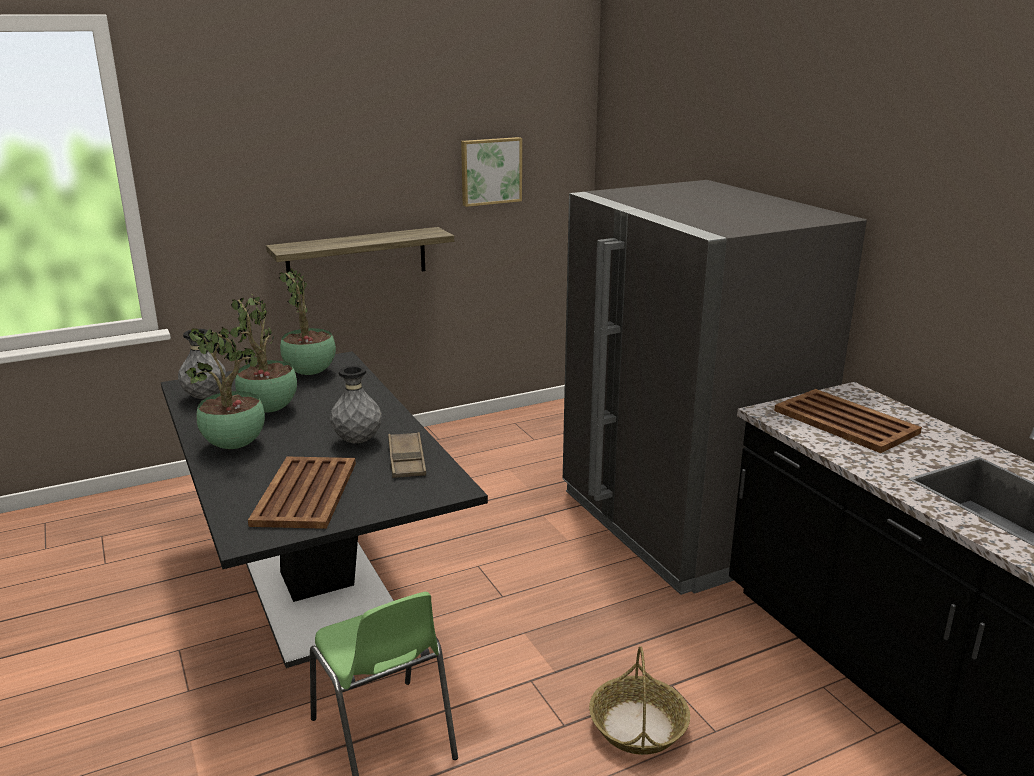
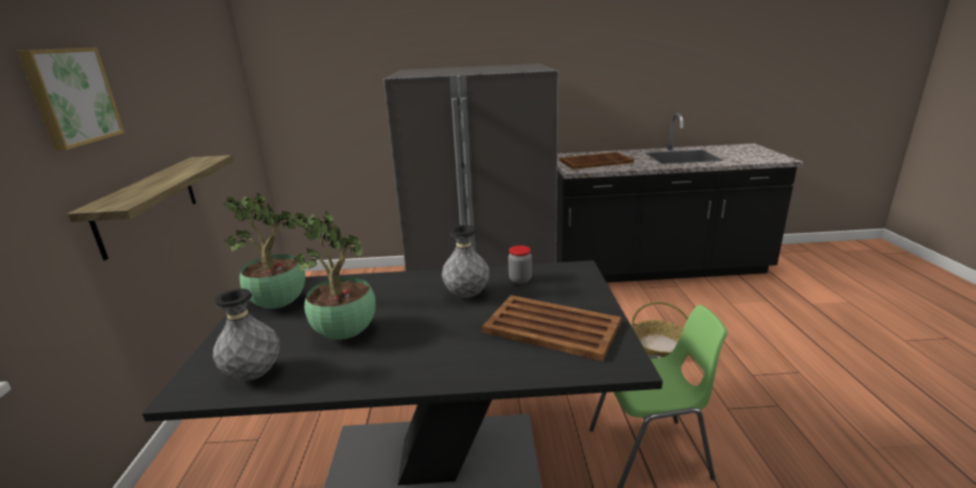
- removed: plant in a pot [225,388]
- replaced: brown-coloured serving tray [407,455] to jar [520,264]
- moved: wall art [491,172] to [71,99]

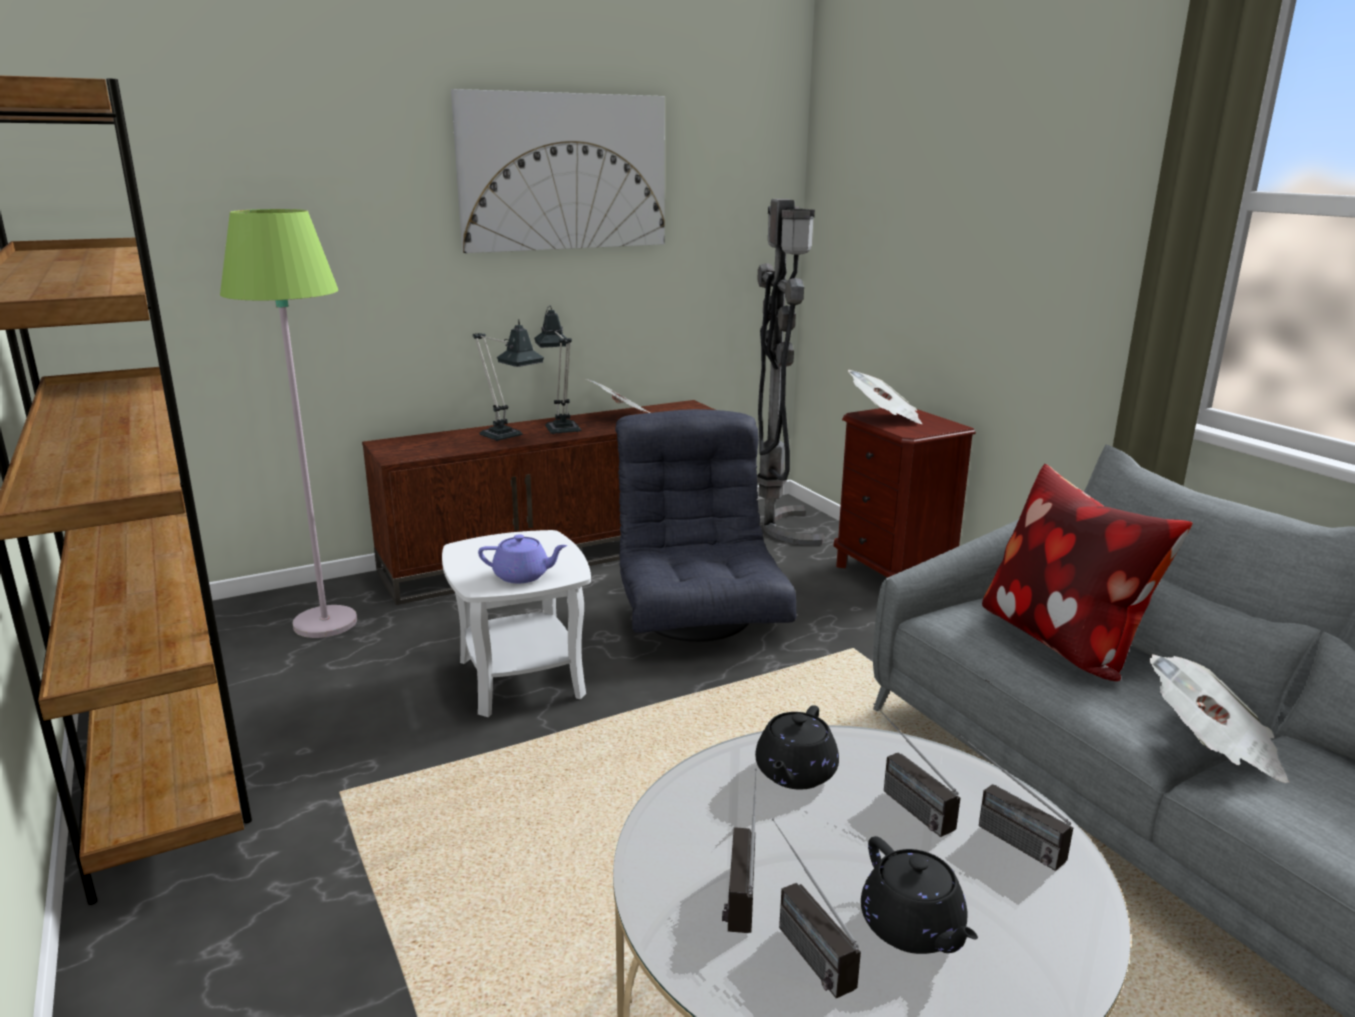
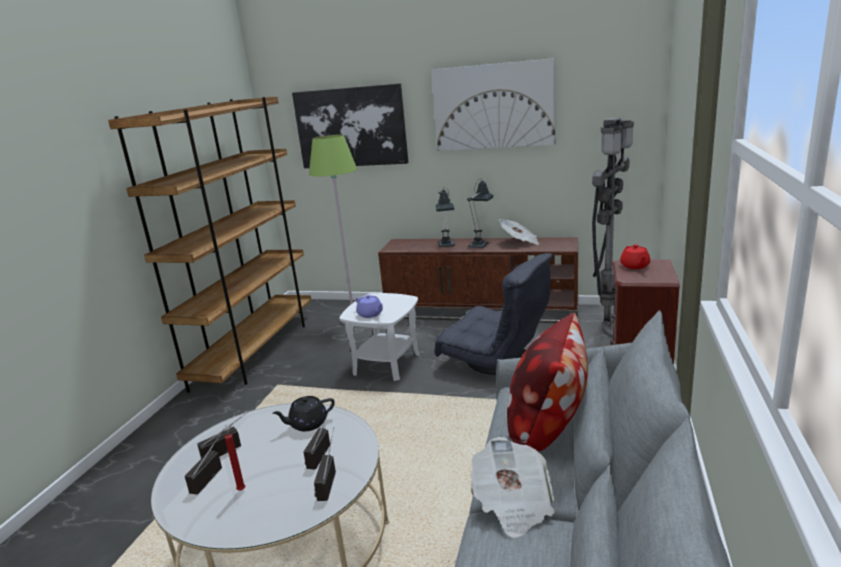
- turned: gray easy chair [705,525] = [494,314] 90 degrees clockwise
- replaced: newspaper [885,397] to red-coloured pot for tea [635,256]
- replaced: black-coloured pot for tea [919,895] to red-coloured wax light [235,458]
- added: wall art [350,125]

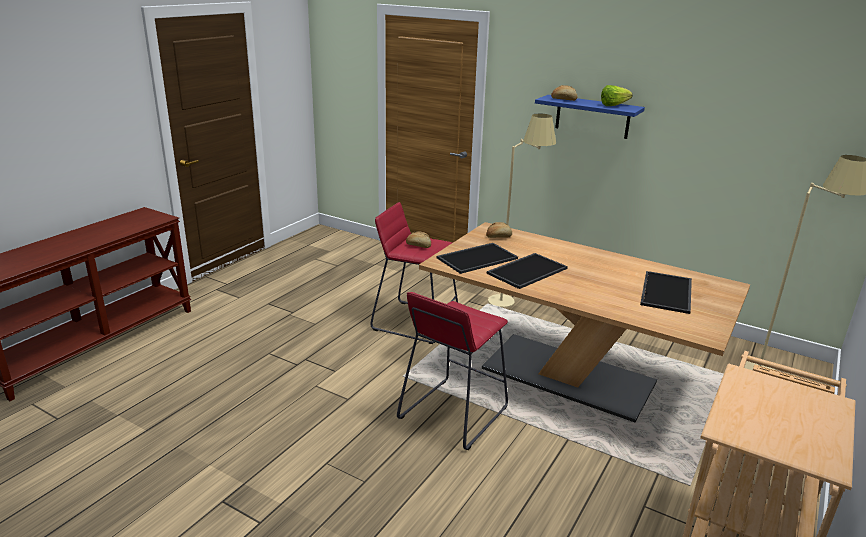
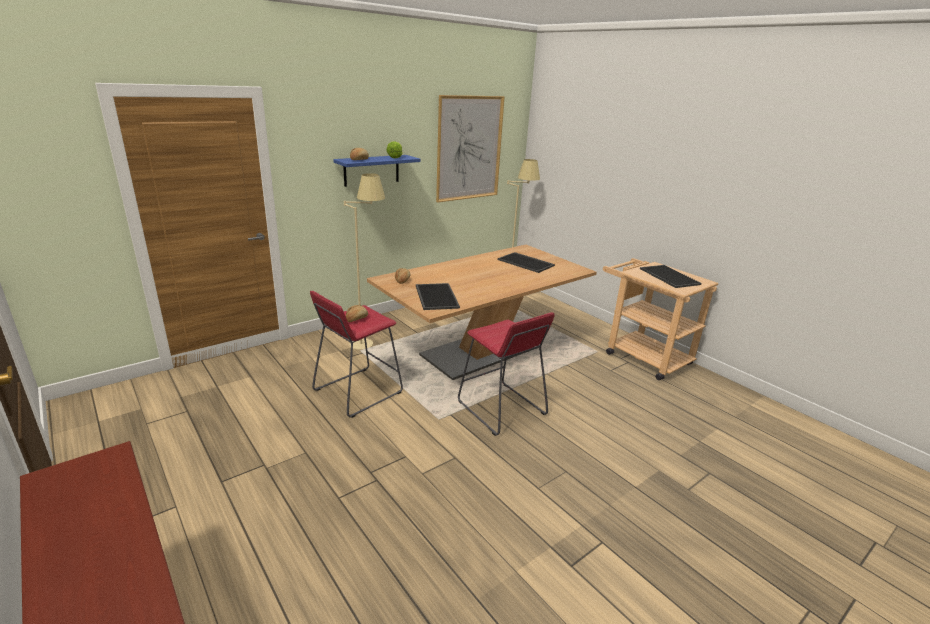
- moved: serving tray [527,271] to [670,276]
- added: wall art [470,148]

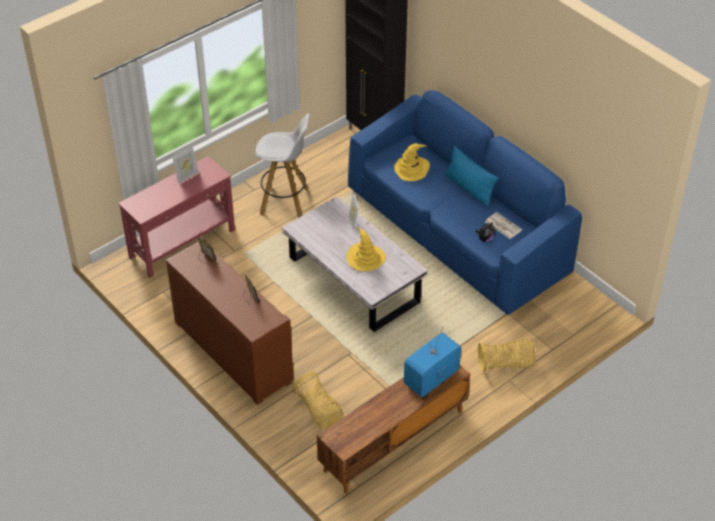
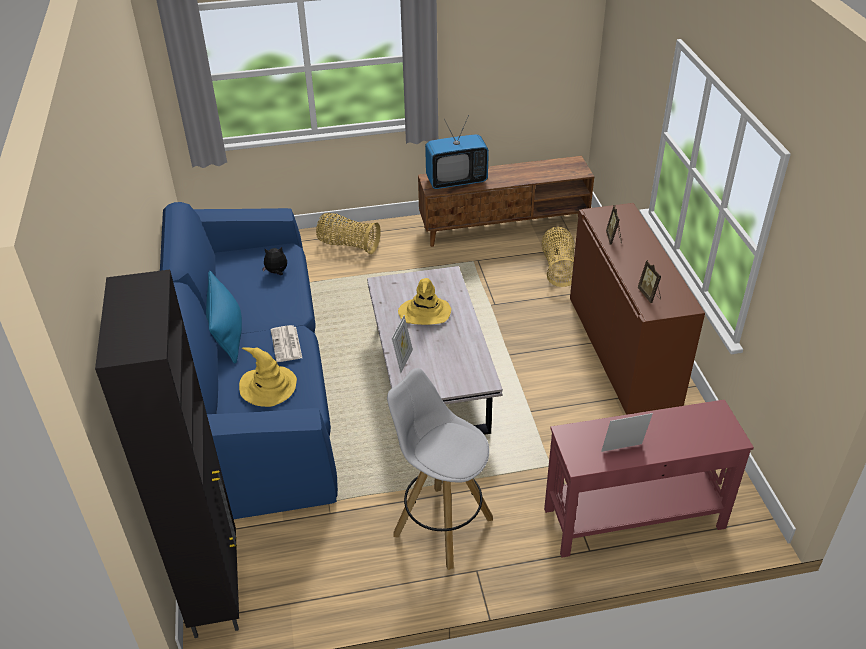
- moved: newspaper [503,225] to [286,343]

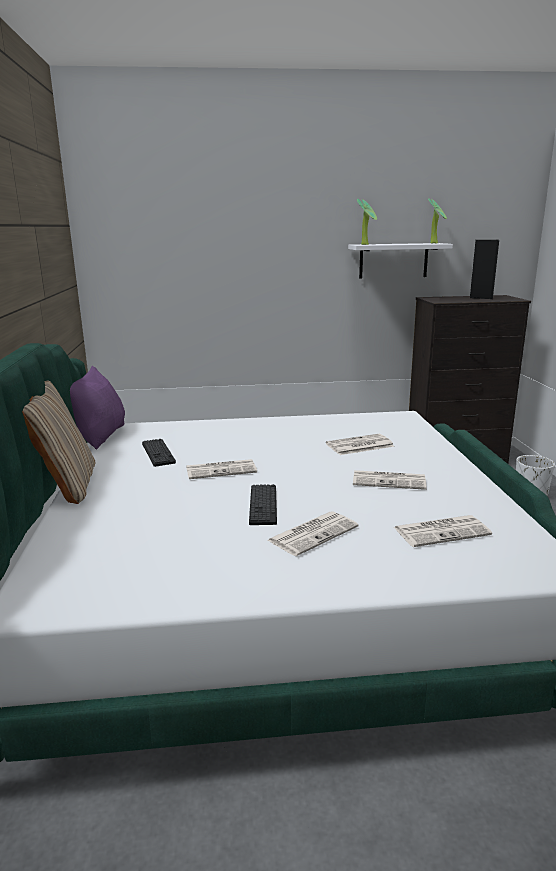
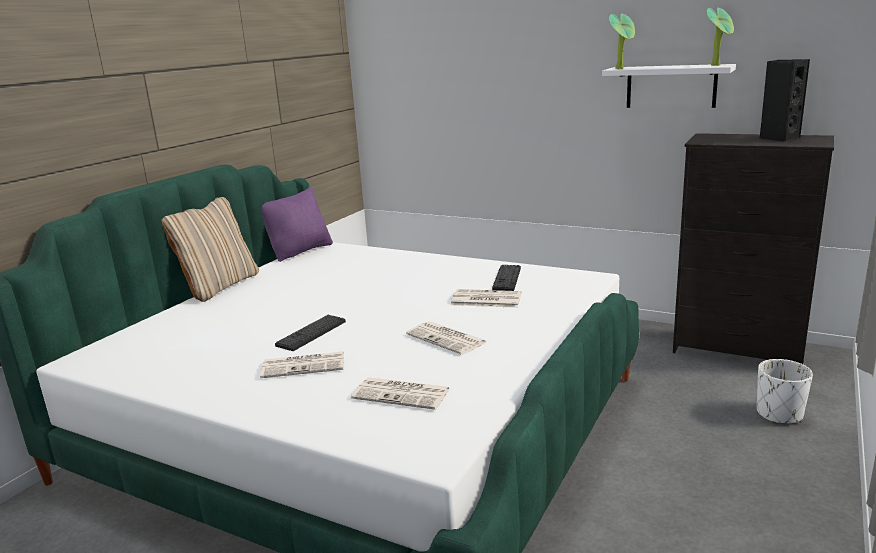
- moved: PC keyboard [159,453] to [506,278]
- removed: newspaper [221,469]

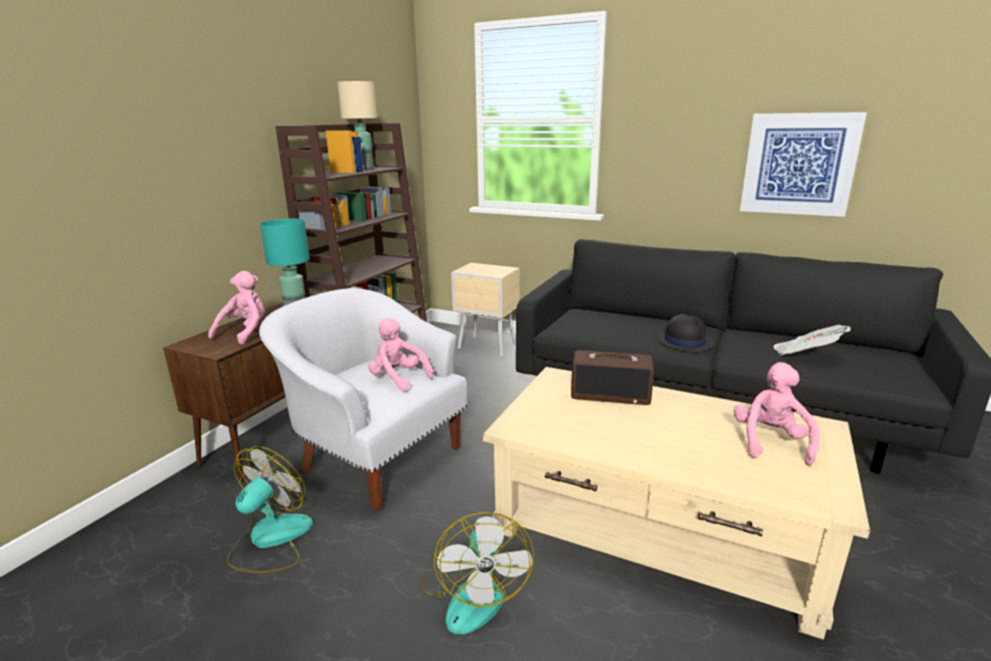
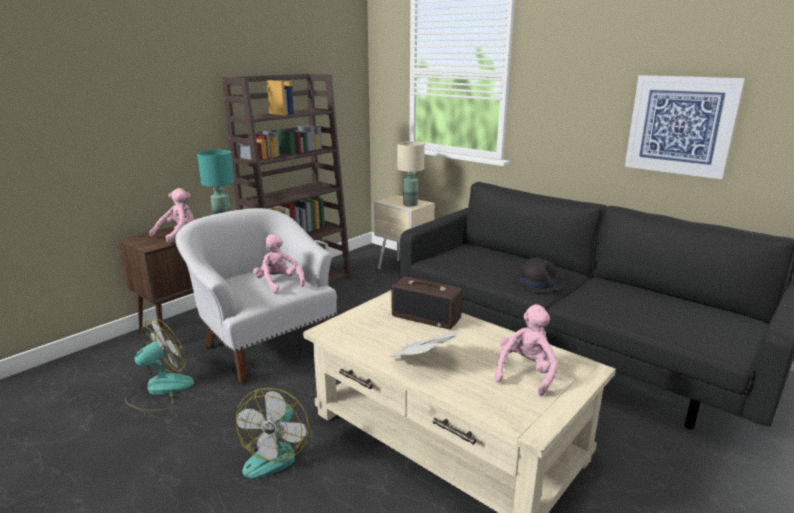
- moved: beige lamp for a table [357,125] to [411,174]
- moved: newspaper [812,340] to [425,344]

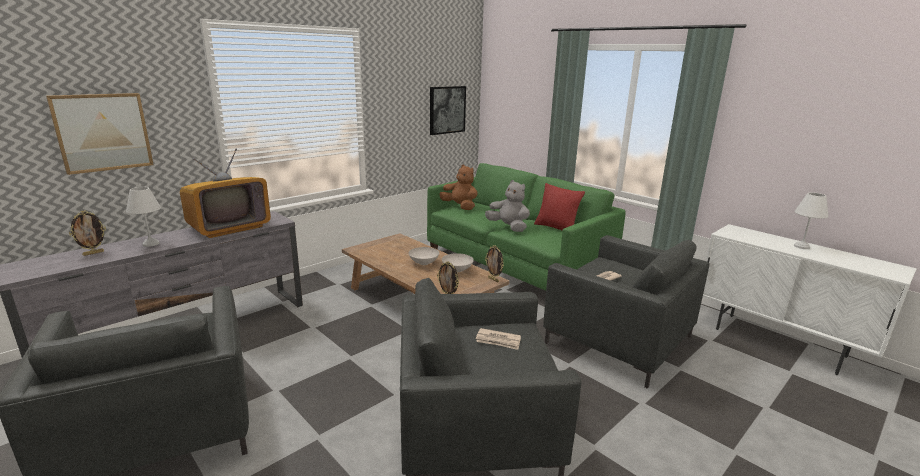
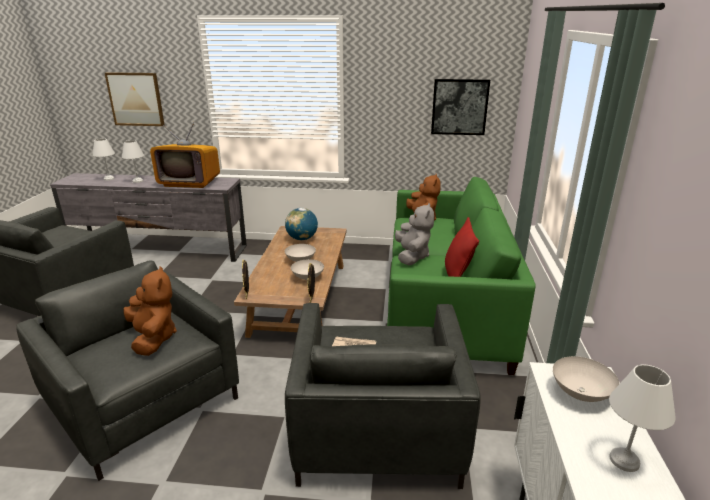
- replaced: standing frame [87,233] to white-coloured lamp for a table [103,159]
- replaced: newspaper [498,338] to brown-coloured plush toy [150,311]
- added: globe [301,224]
- added: white-coloured bowl [586,379]

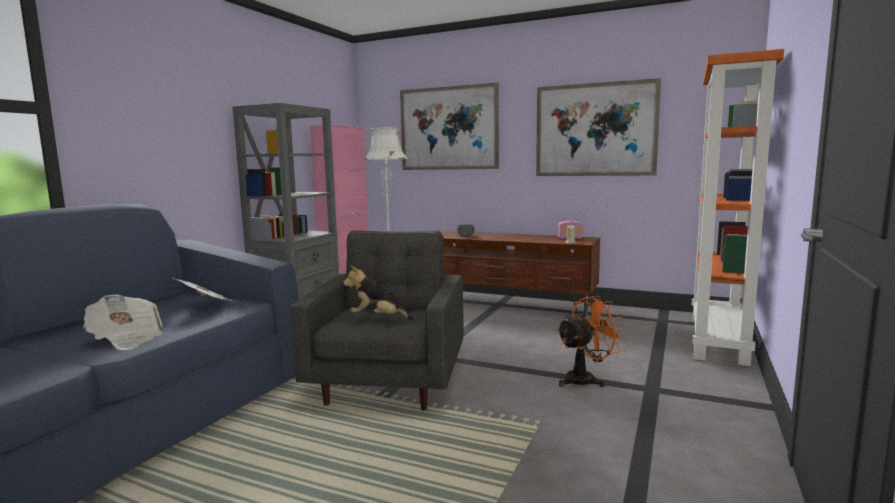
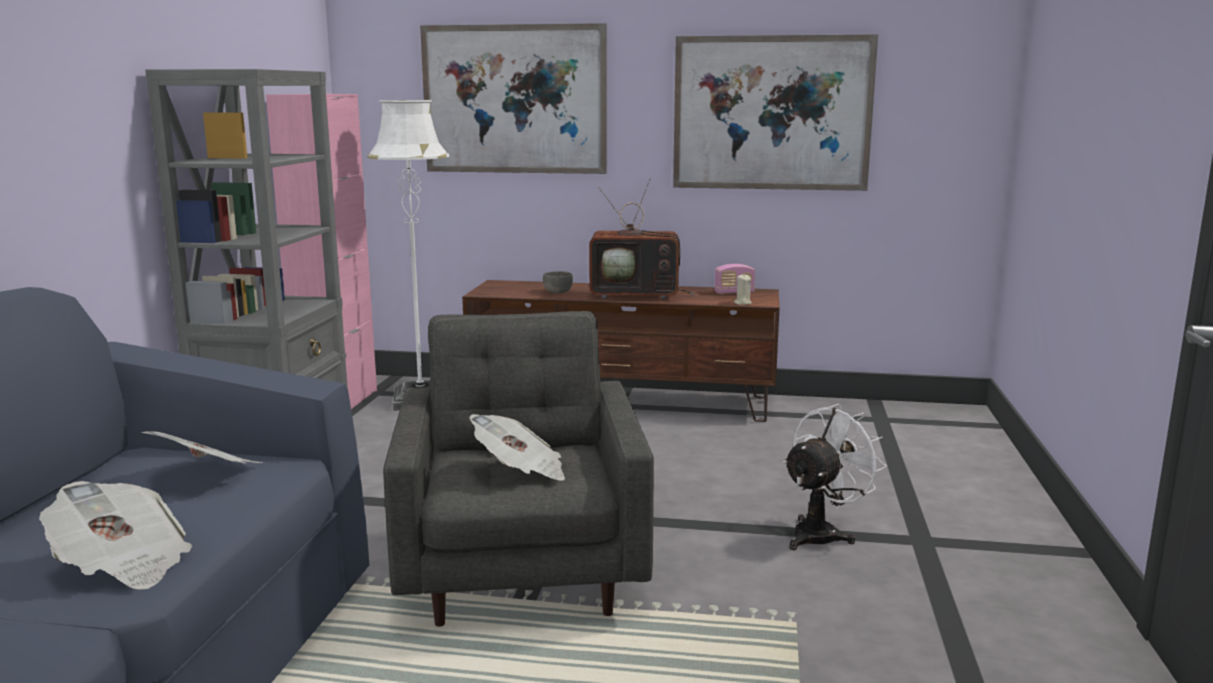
- replaced: plush toy [379,292] to newspaper [517,447]
- recoloured: orange fan [590,341] to white-coloured fan [835,477]
- removed: orange bookshelf [738,207]
- added: TV set [642,239]

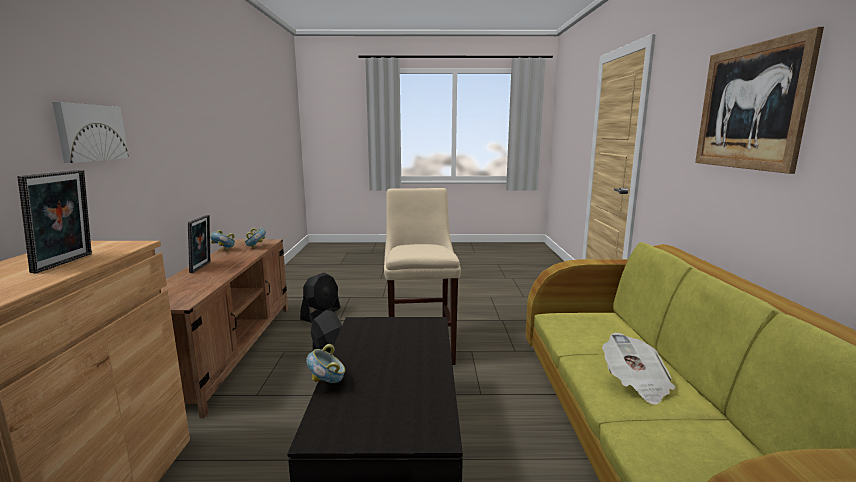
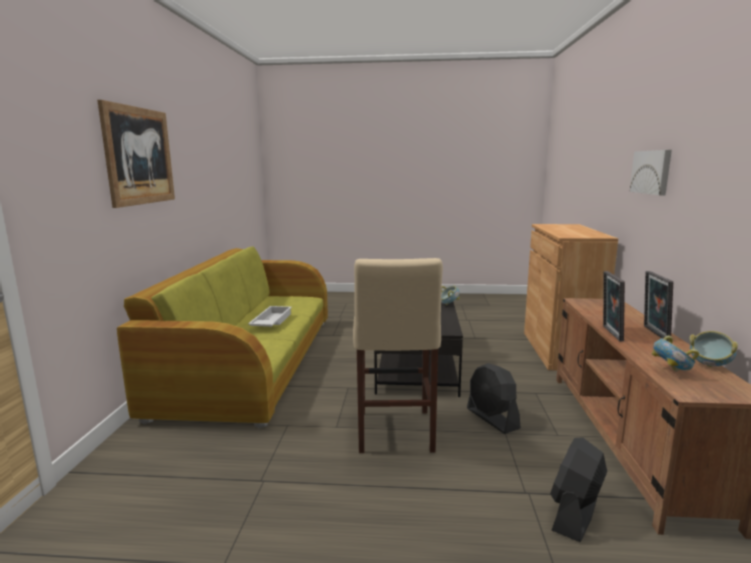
- moved: standing frame [54,221] to [614,306]
- replaced: newspaper [639,369] to white-coloured serving tray [270,316]

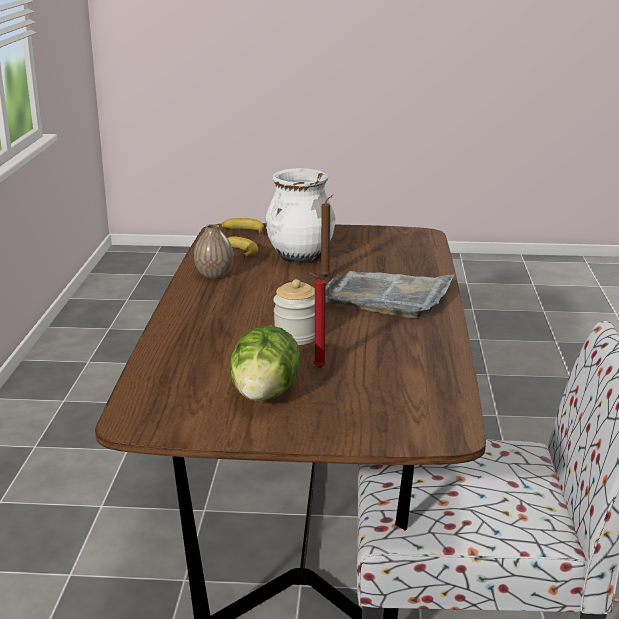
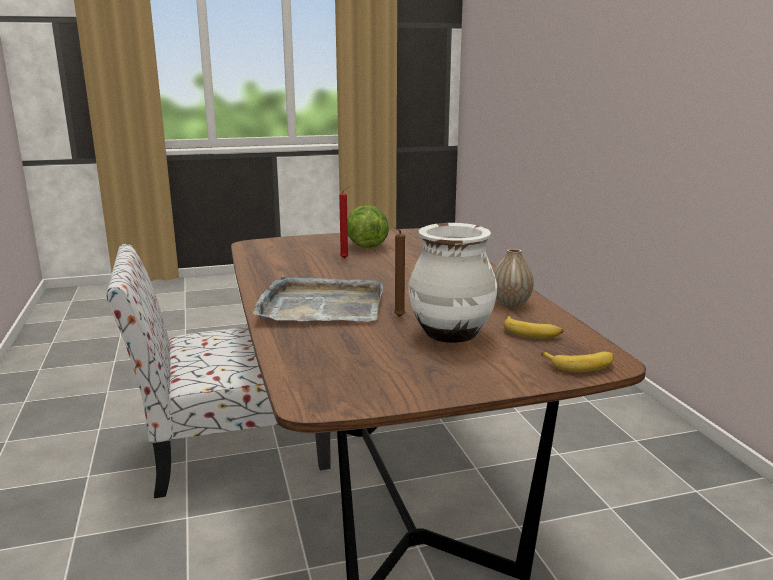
- removed: jar [294,312]

